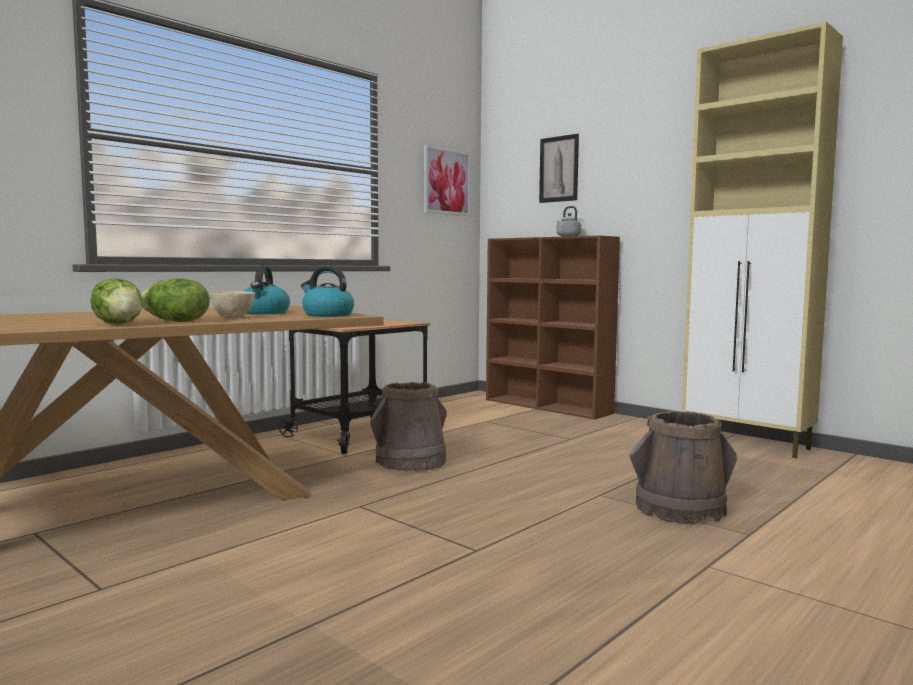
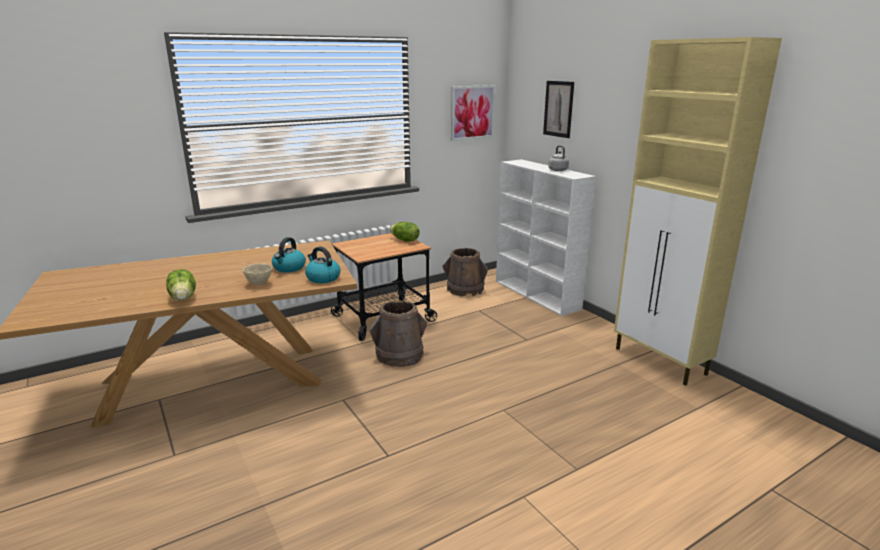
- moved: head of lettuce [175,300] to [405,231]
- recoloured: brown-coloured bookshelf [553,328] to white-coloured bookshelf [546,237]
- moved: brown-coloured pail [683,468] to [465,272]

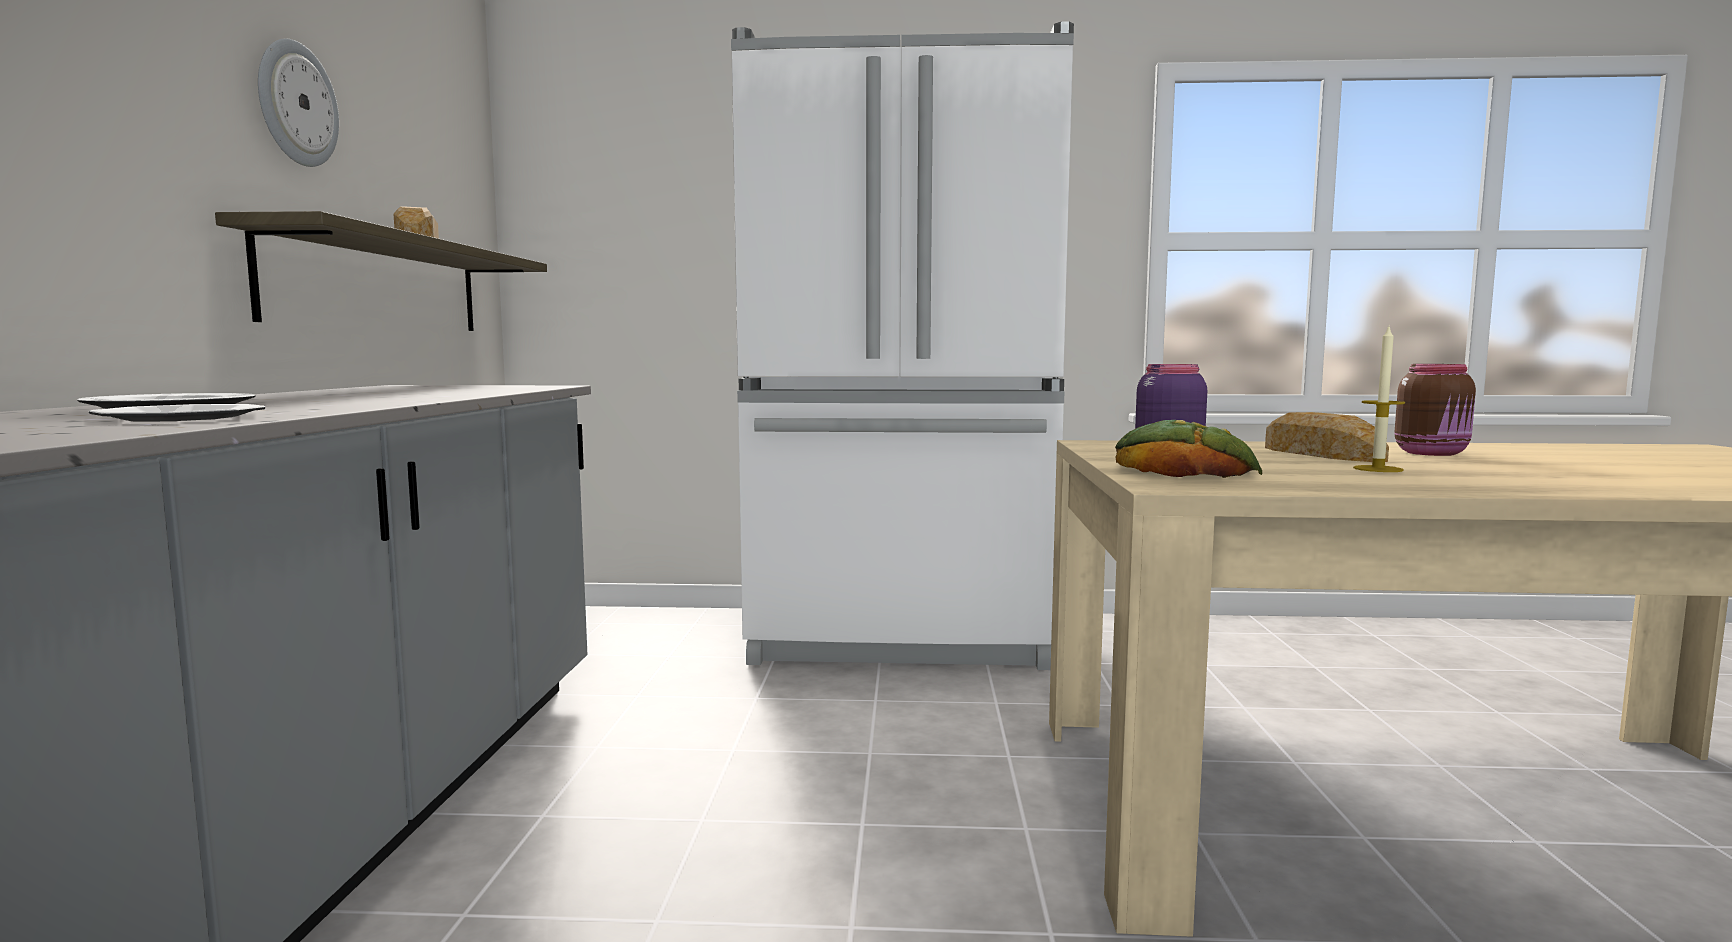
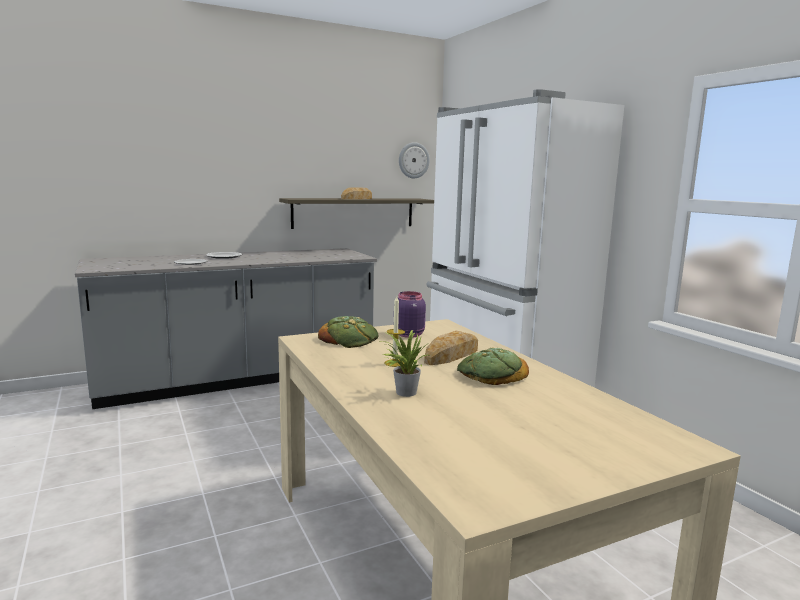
- moved: wall clock [298,103] to [414,160]
- replaced: brown-coloured jar [1435,410] to bread [493,366]
- added: plant in a pot [406,363]

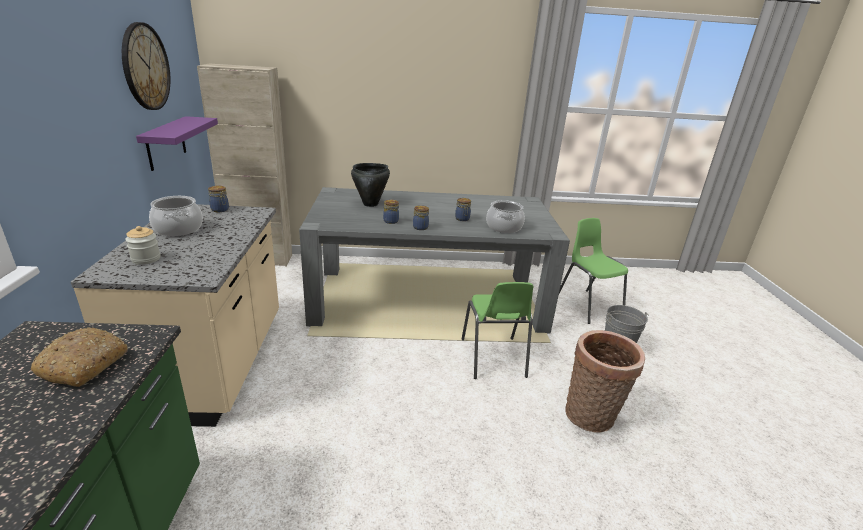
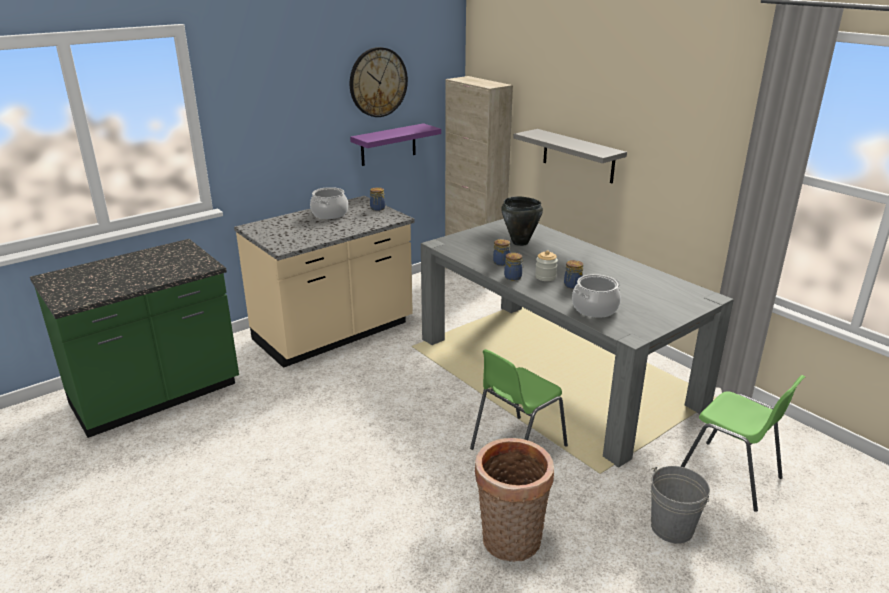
- removed: bread [79,357]
- moved: jar [142,245] to [546,266]
- turned: greenish plain chair [593,271] = [742,443] 105 degrees clockwise
- added: gray shelf [570,156]

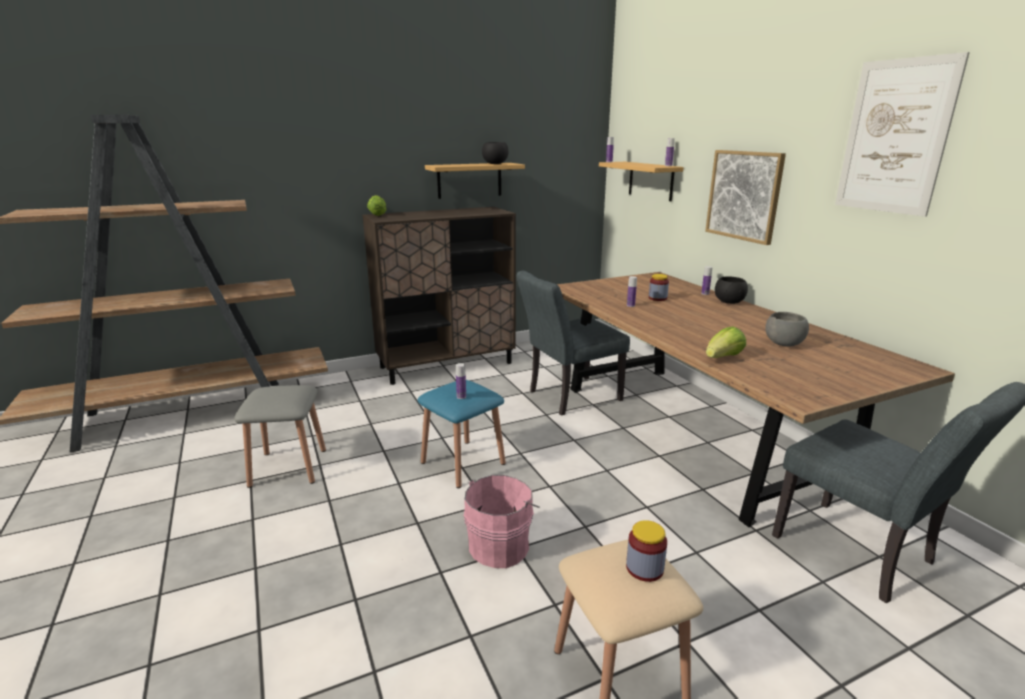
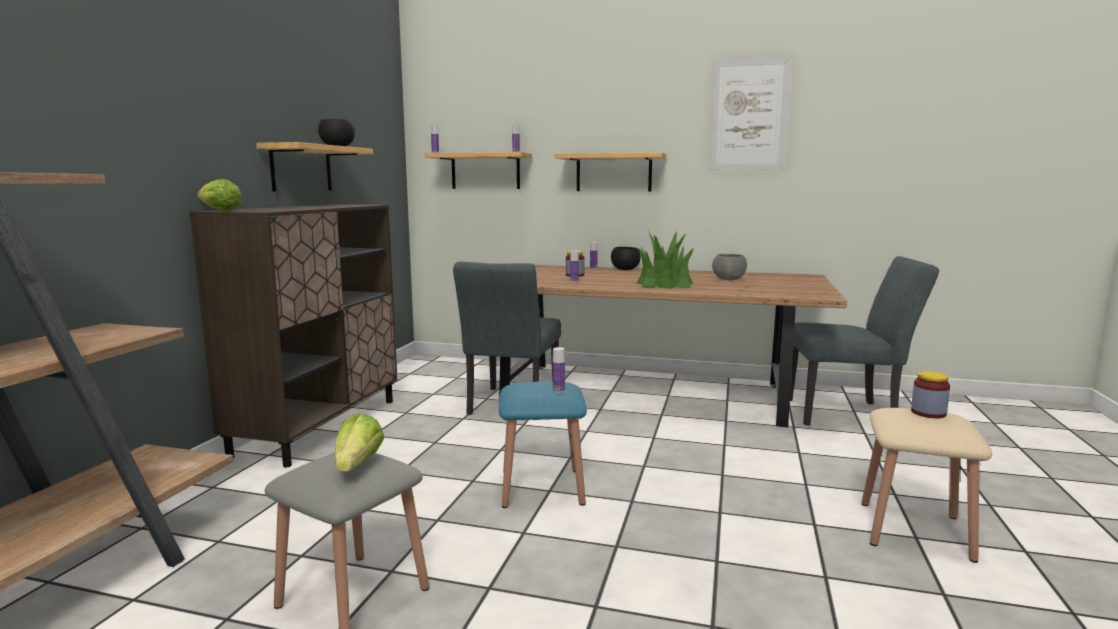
- removed: pinkish pail [502,521]
- replaced: wall art [745,197] to shelf [610,171]
- moved: head of lettuce [726,342] to [359,442]
- added: plant in a pot [664,260]

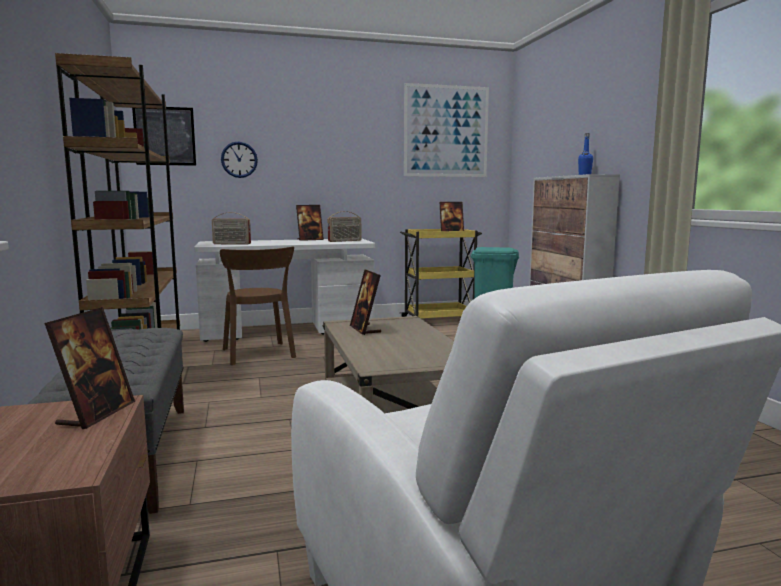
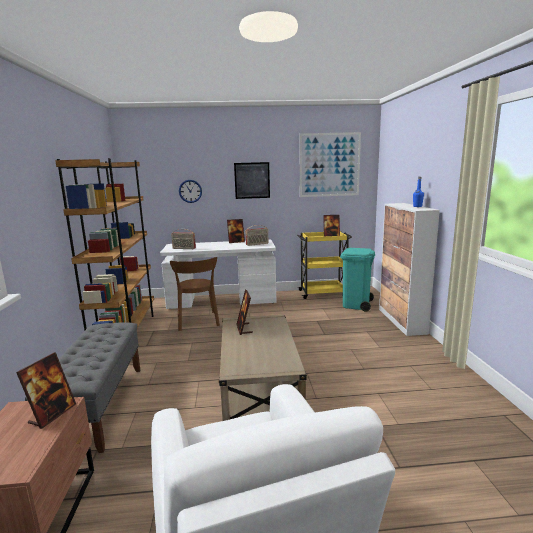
- moved: wall art [164,136] to [252,180]

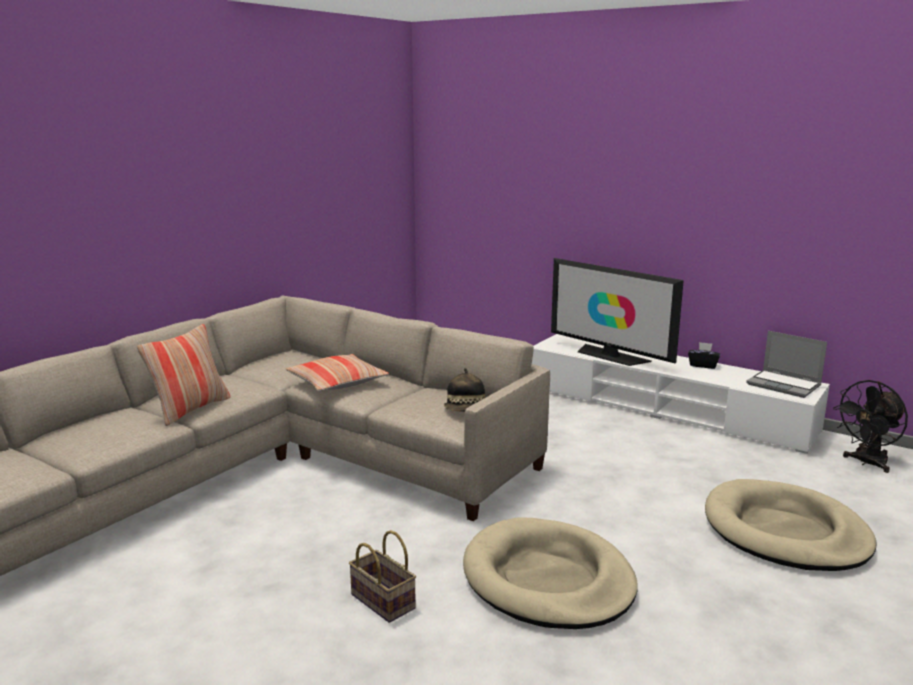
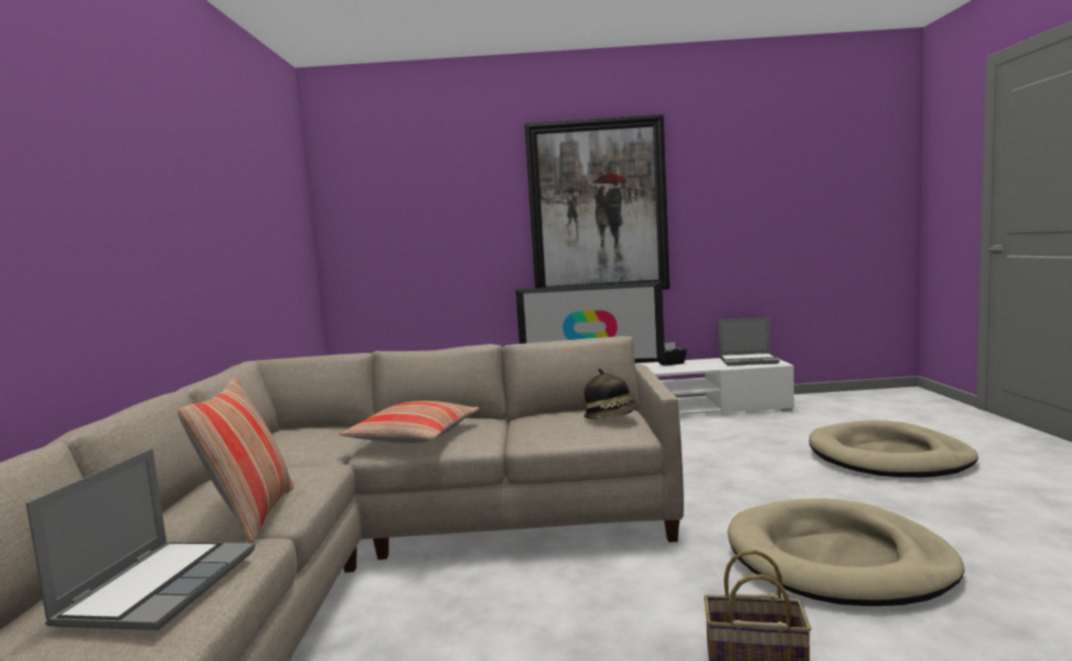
- removed: black-coloured fan [870,426]
- added: portable computer [140,539]
- added: wall art [597,202]

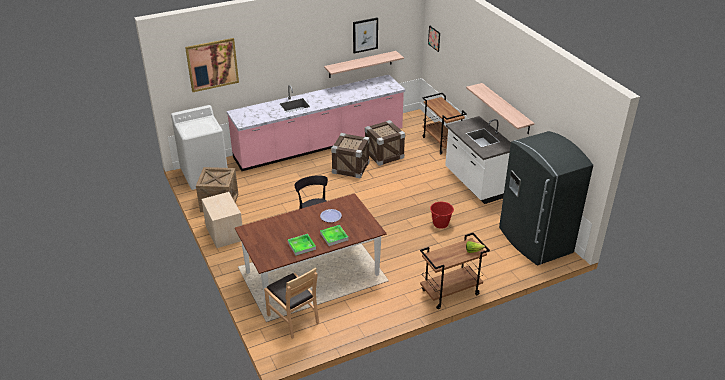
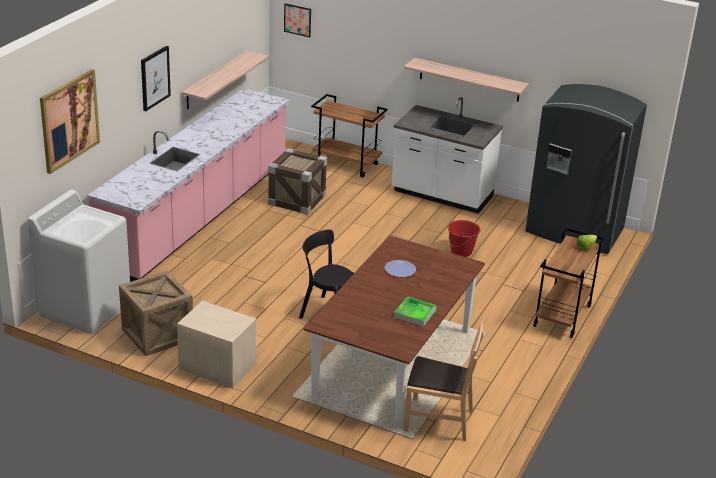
- removed: serving tray [334,235]
- removed: packing crate [350,156]
- moved: wall art [365,35] to [156,78]

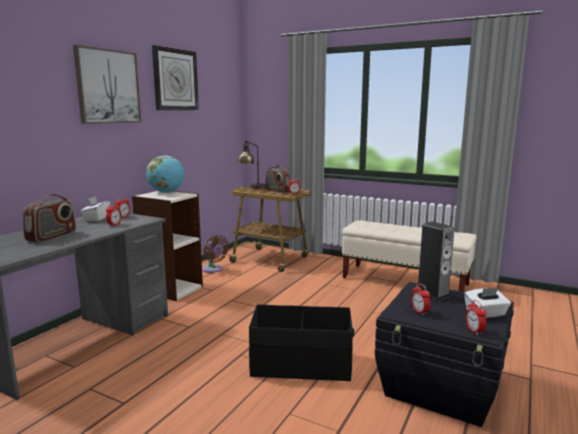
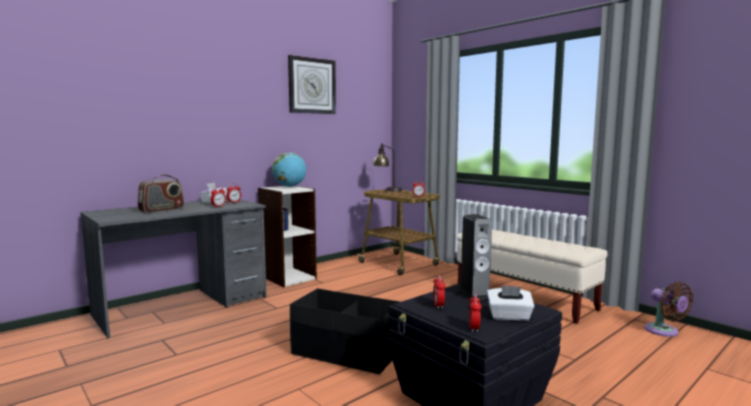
- removed: wall art [107,84]
- moved: brown-coloured fan [215,254] to [669,309]
- removed: radio [277,179]

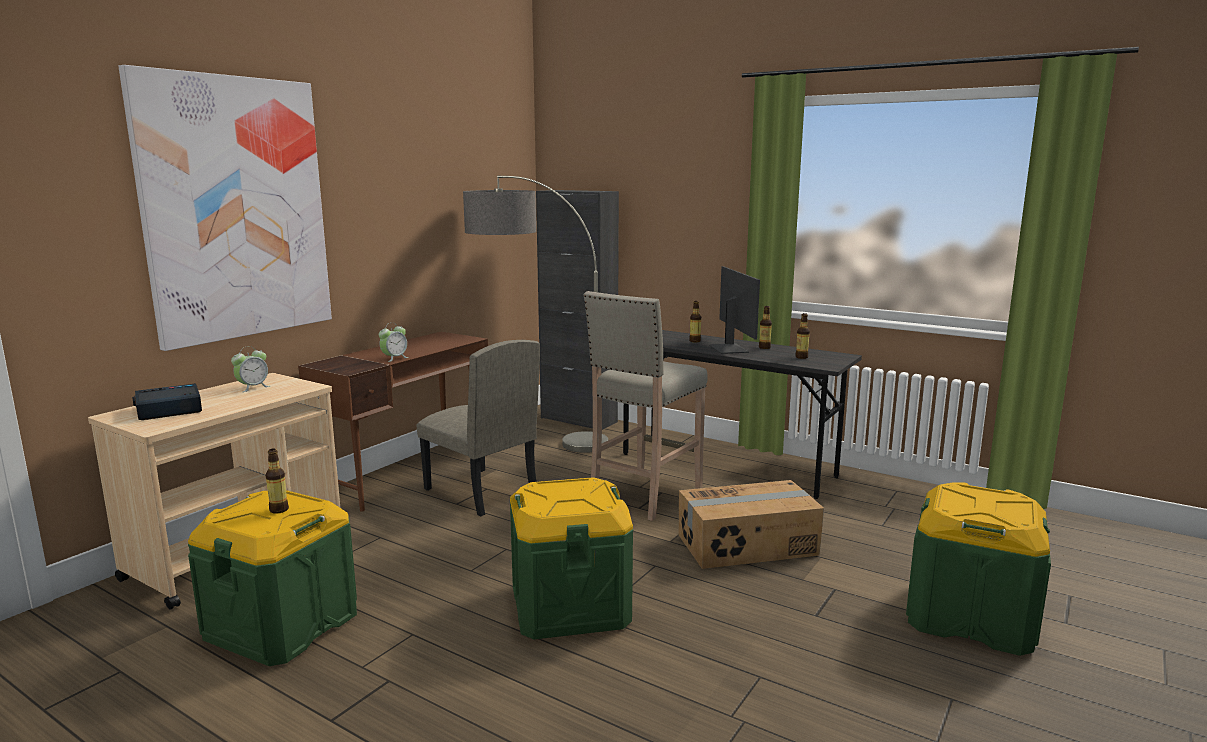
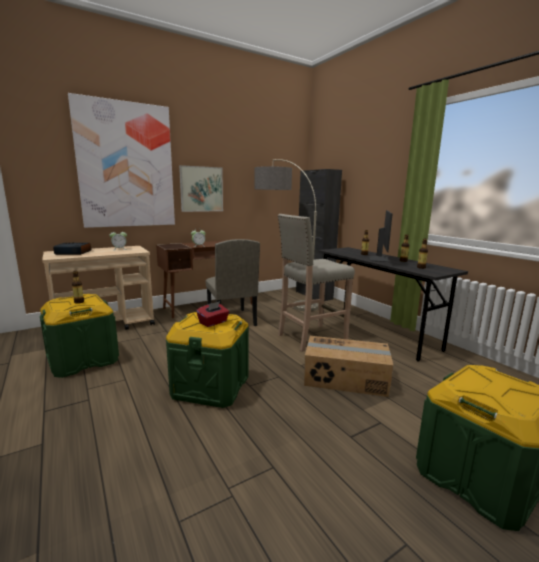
- added: wall art [201,188]
- added: red-coloured box of tissues [212,314]

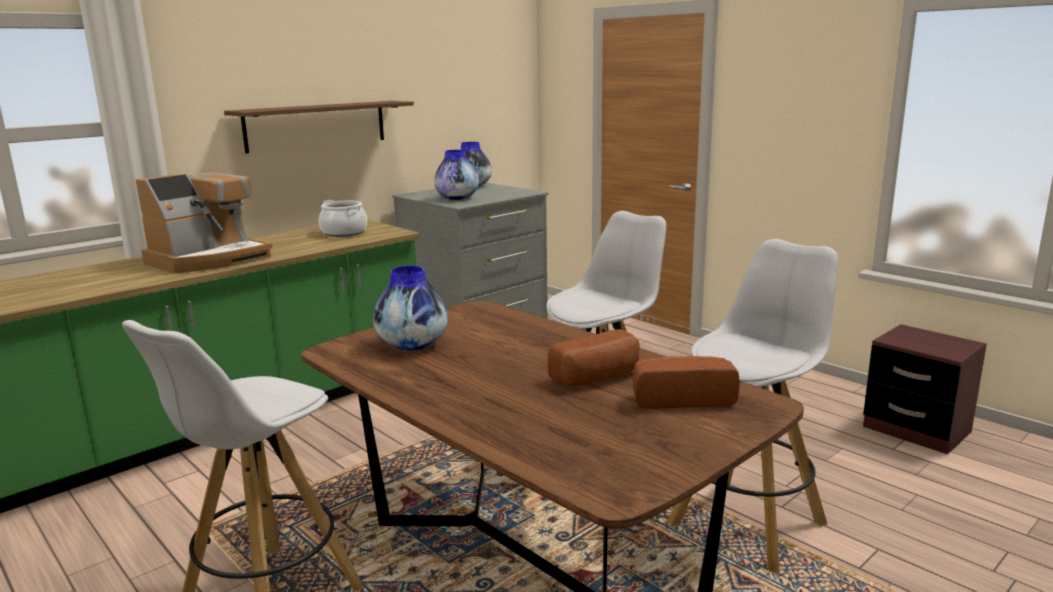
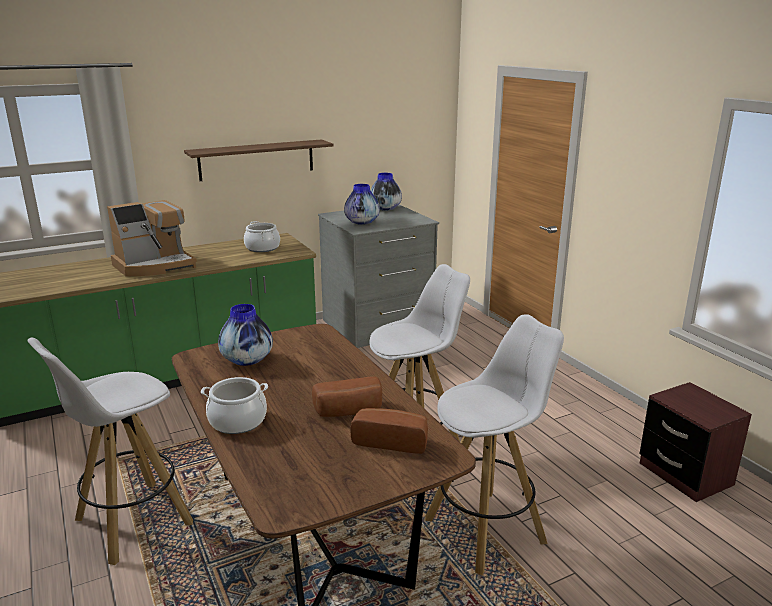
- added: stockpot [234,405]

